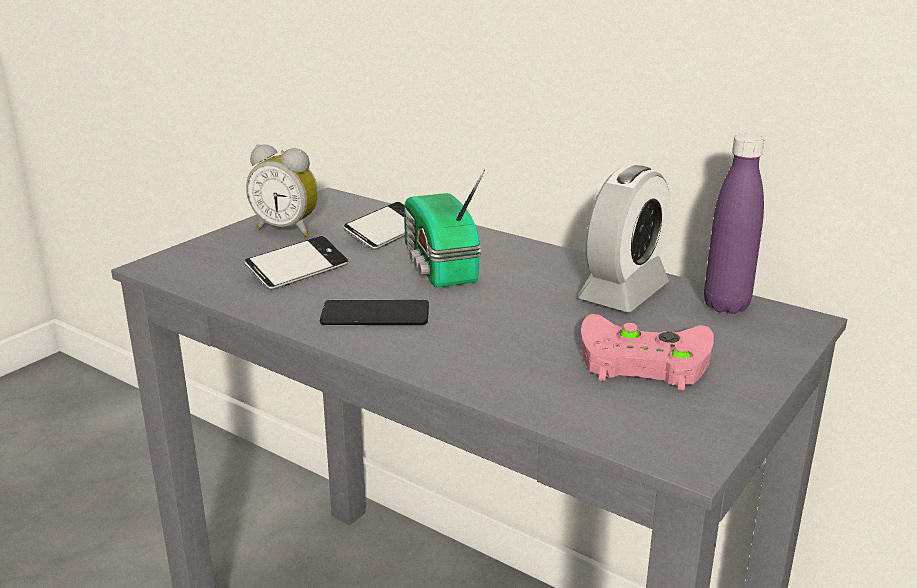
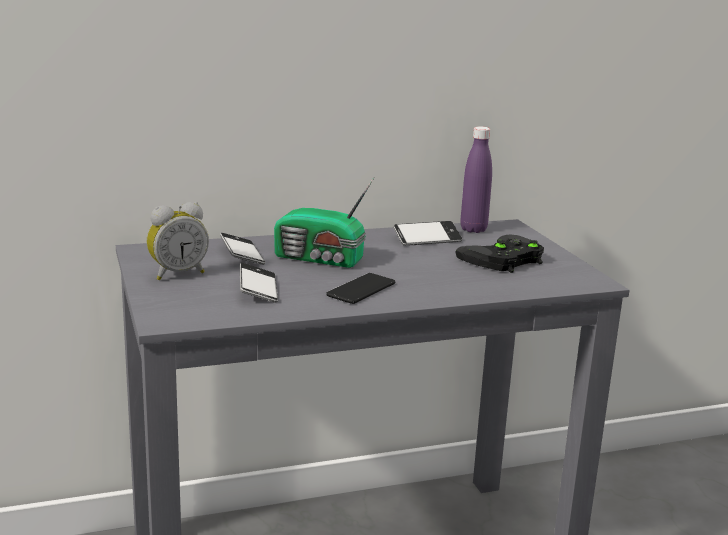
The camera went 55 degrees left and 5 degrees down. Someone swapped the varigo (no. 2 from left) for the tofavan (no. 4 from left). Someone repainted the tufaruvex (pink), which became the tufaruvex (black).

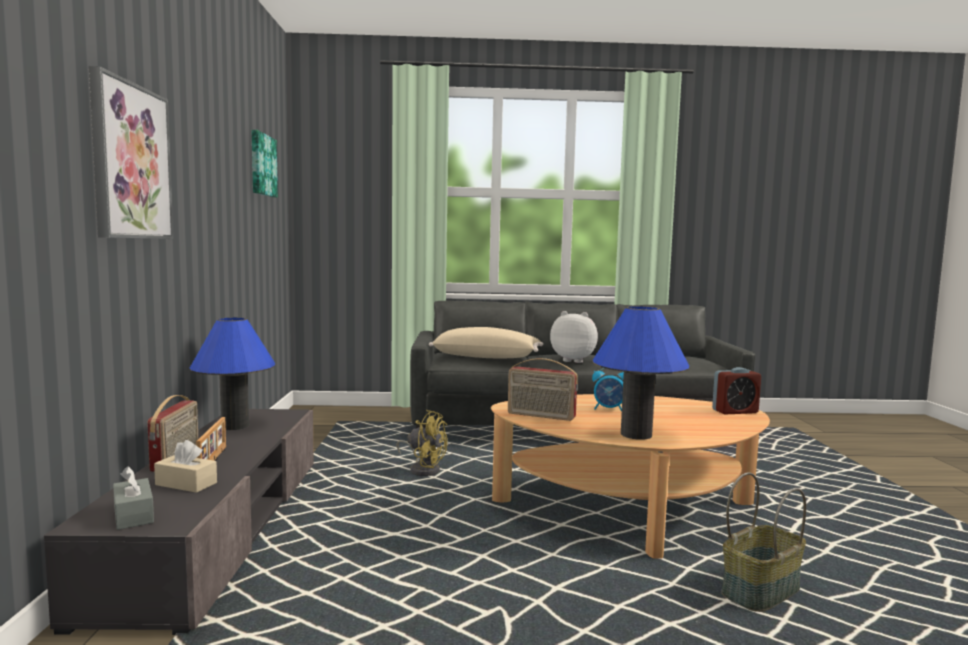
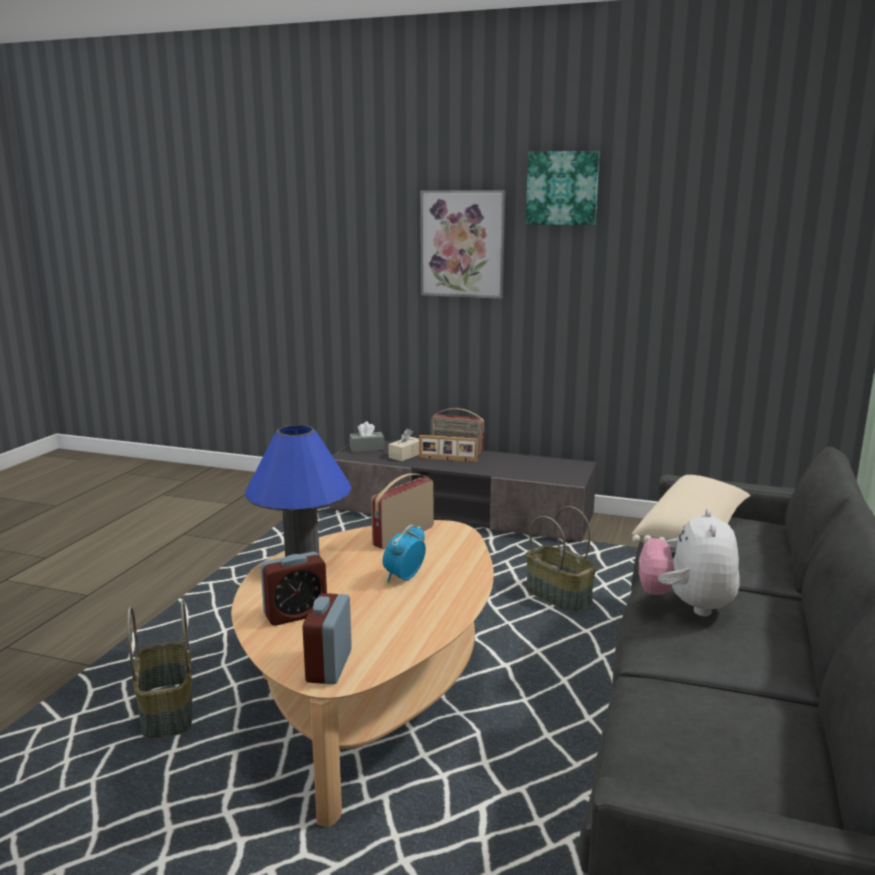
The camera went 110 degrees right and 10 degrees up. Someone carried the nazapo (no. 2 from left). Someone rotated the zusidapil by 150 degrees clockwise. Someone took away the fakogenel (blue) (no. 1 from left). Someone swapped the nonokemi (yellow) for the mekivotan (no. 2 from left). Someone put down the varigo (no. 1 from left).

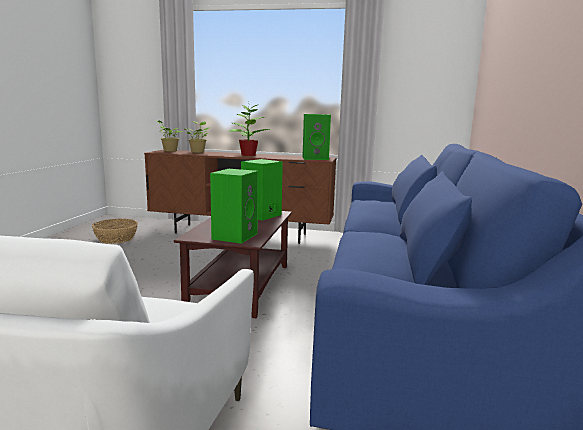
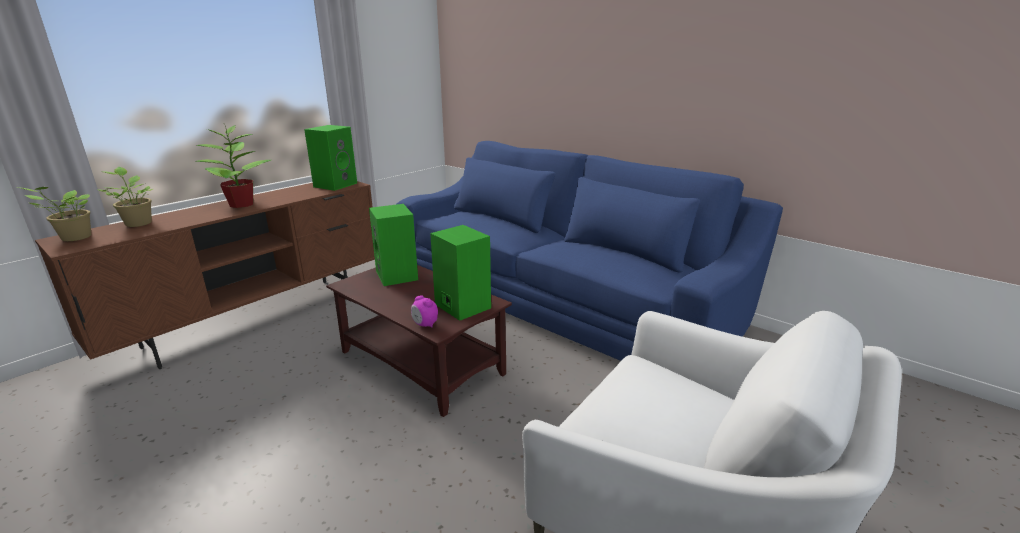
The camera went 60 degrees left and 10 degrees up. Someone took away the mekivotan. Someone put down the varigo.

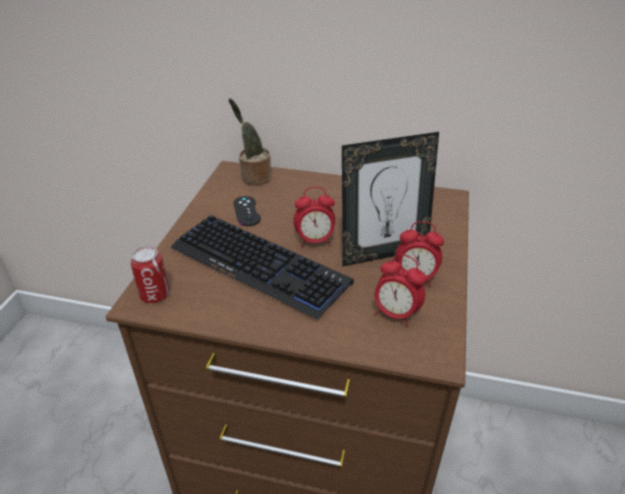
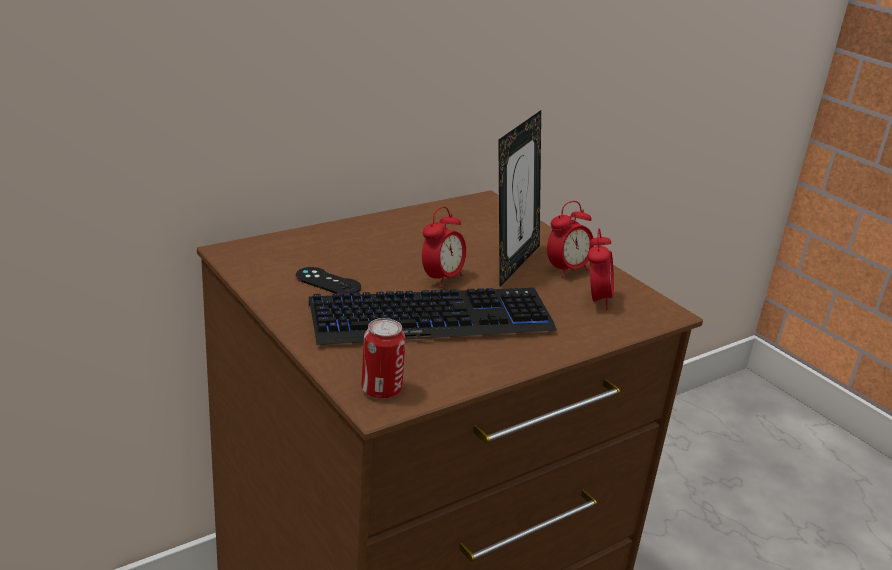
The camera went 50 degrees left and 10 degrees down. Someone took away the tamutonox. Someone rotated the varigo (no. 2 from left in the first image) by 60 degrees counterclockwise.

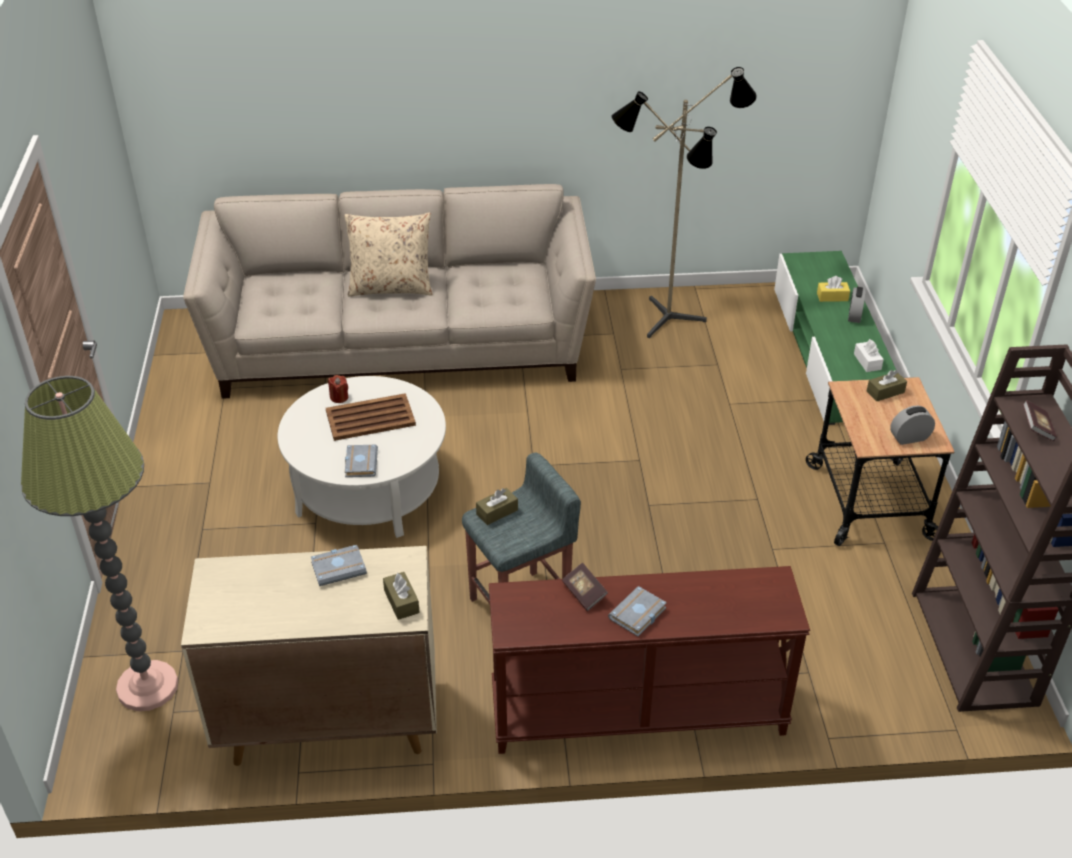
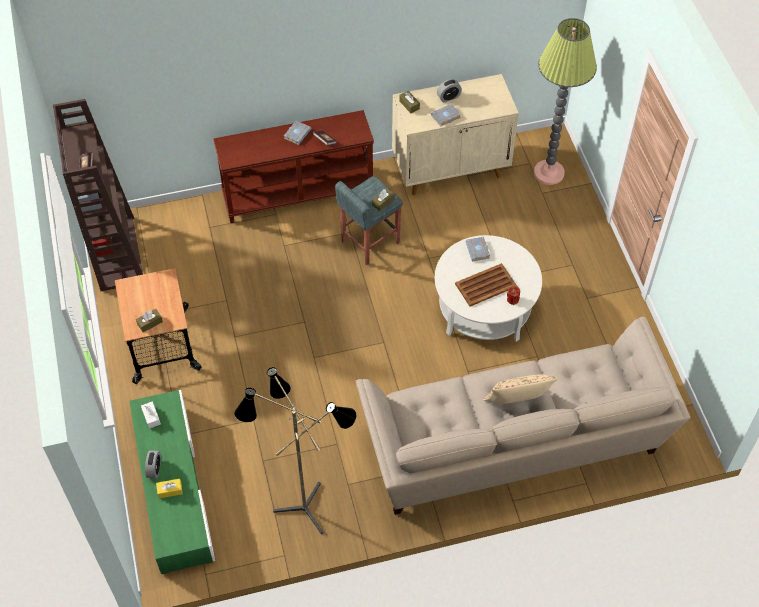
The camera went 170 degrees right and 15 degrees up. Someone carried the varigo (no. 2 from left).

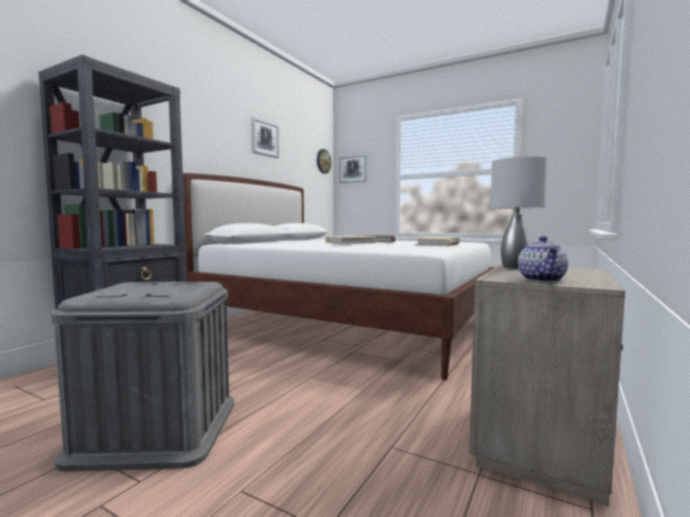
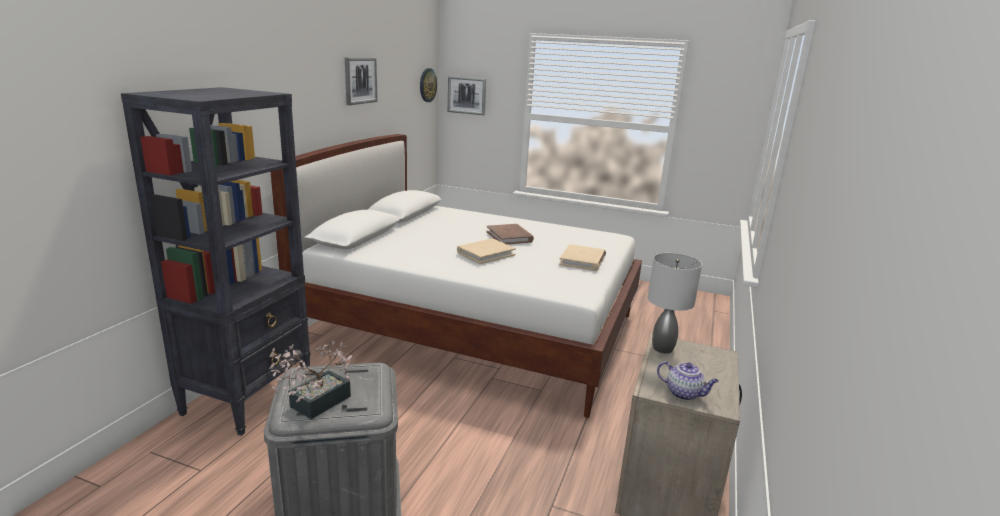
The camera went 10 degrees left and 15 degrees up. Someone rotated the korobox by 60 degrees counterclockwise. Someone put down the tamutonox.

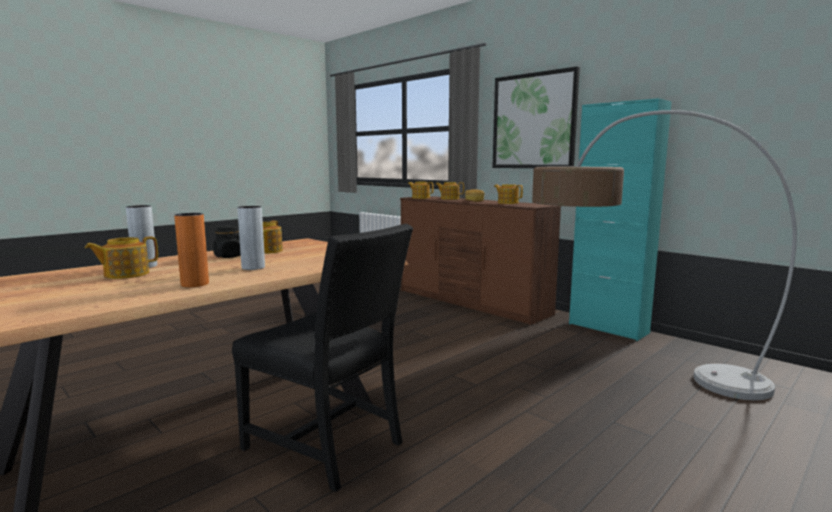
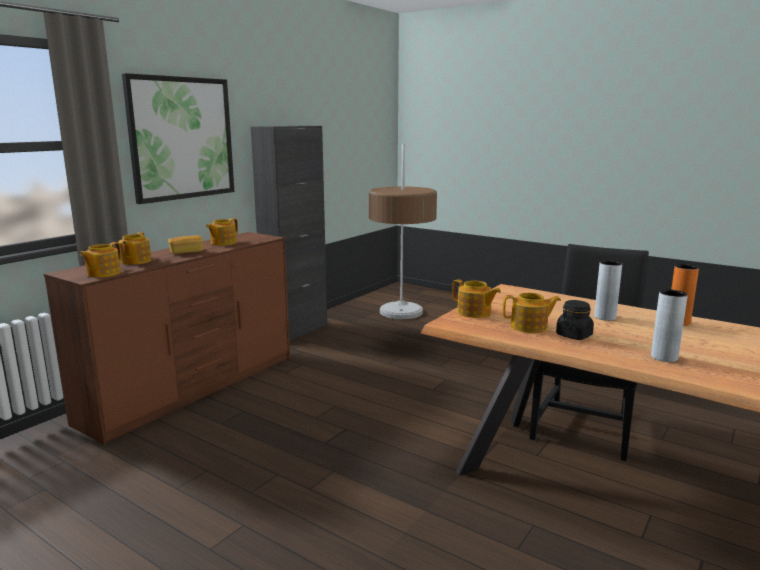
The camera went 100 degrees left and 5 degrees up. Someone repainted the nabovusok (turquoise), which became the nabovusok (black). Someone carried the korobox (no. 1 from left in the first image).

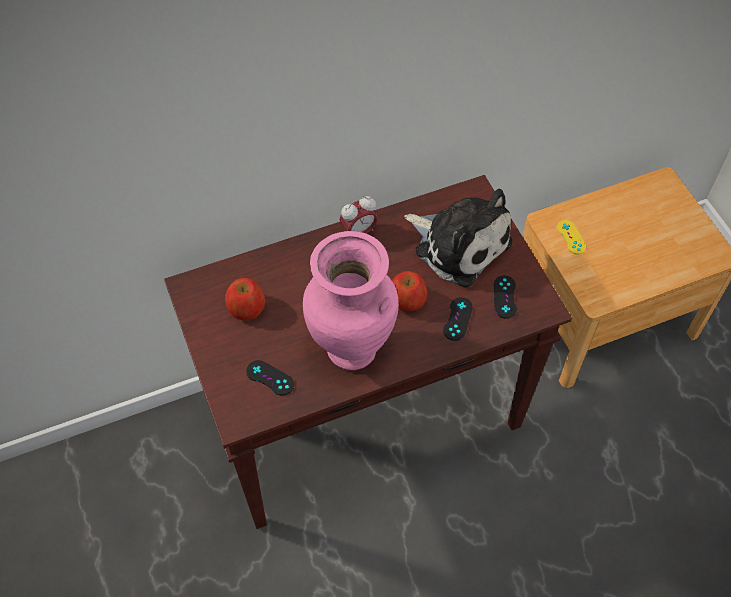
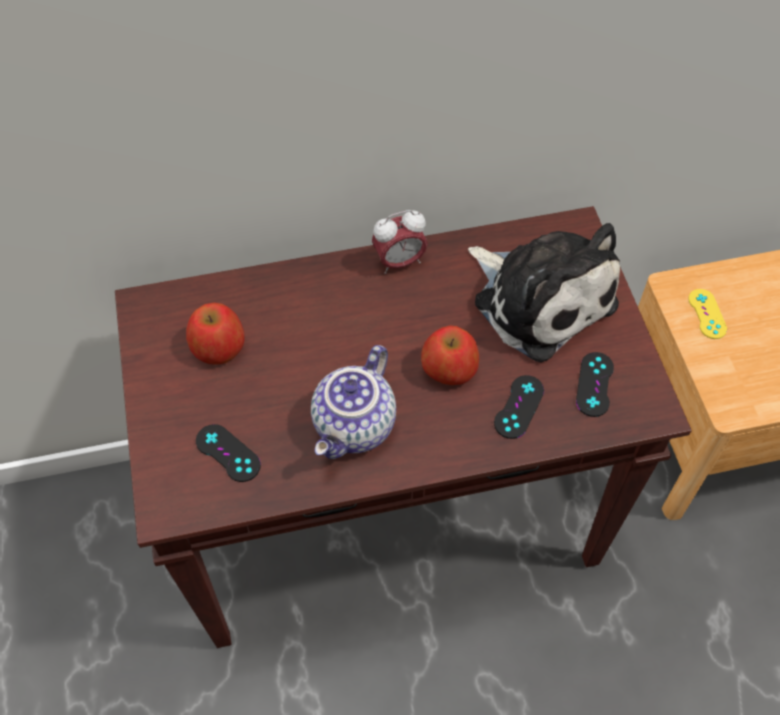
The camera went 10 degrees right and 0 degrees up. Someone swapped the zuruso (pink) for the korobox.

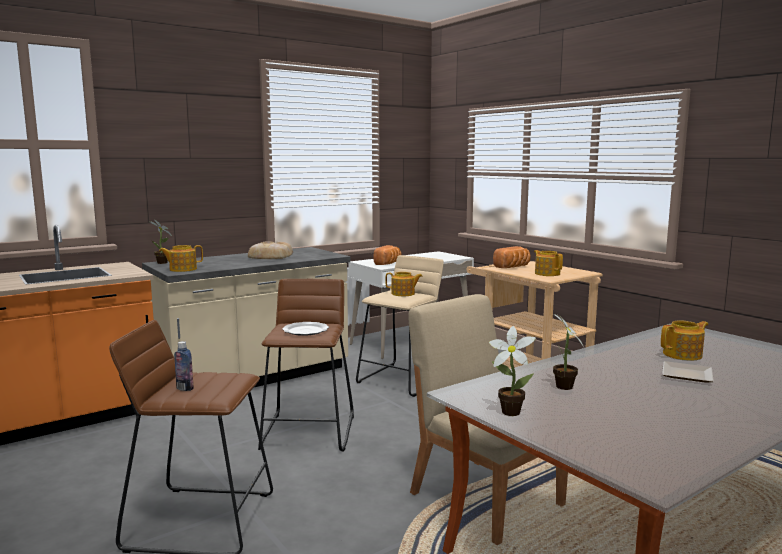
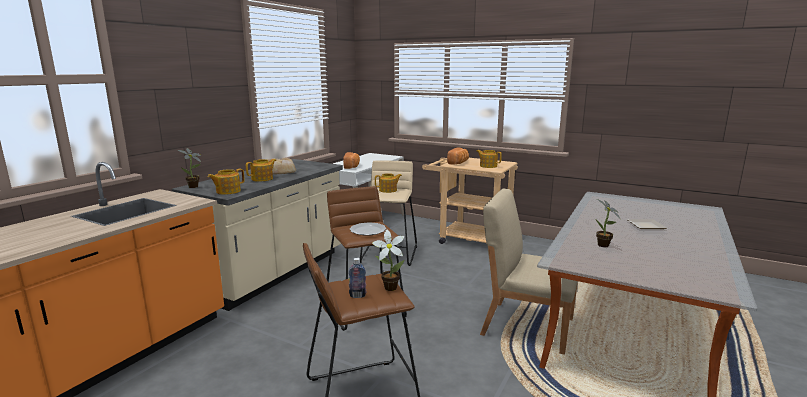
The camera went 25 degrees left and 5 degrees up. Someone carried the korobox (no. 4 from left in the first image). Someone carried the tamutonox (no. 2 from left).

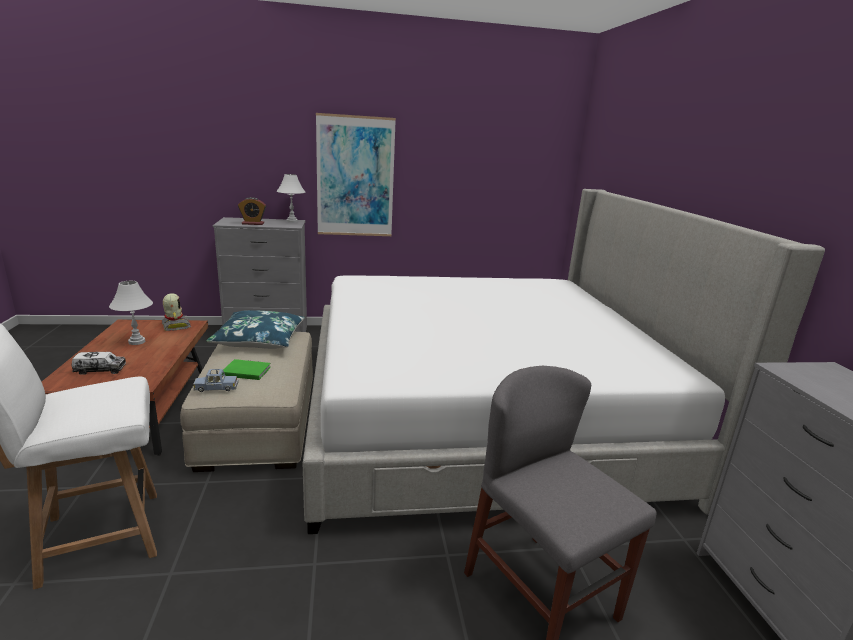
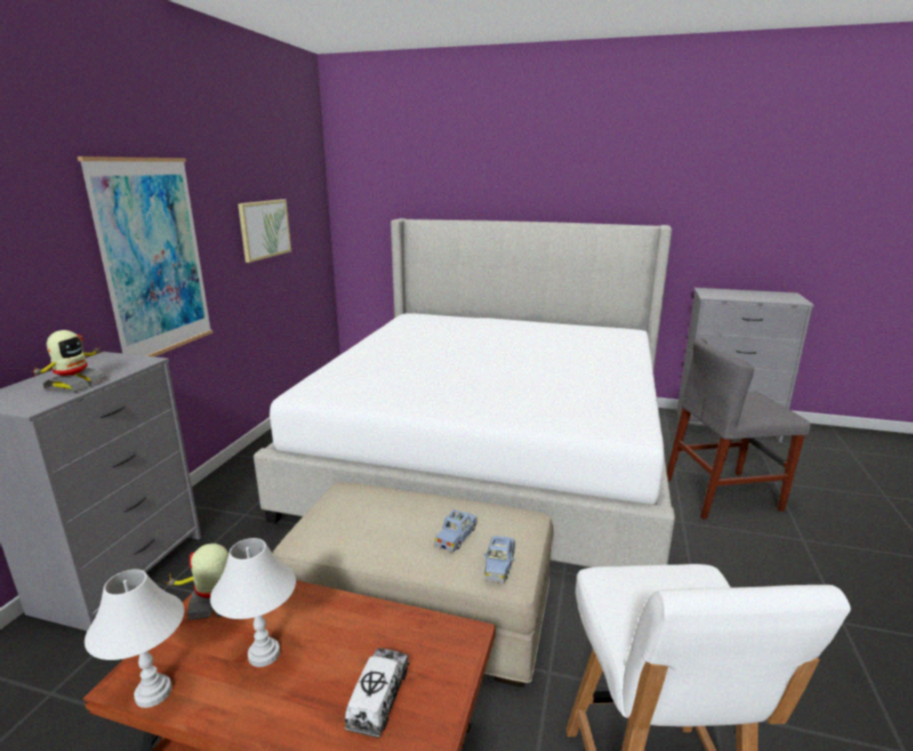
The camera went 65 degrees left and 0 degrees up. Someone carried the fakogenel (white) (no. 2 from left in the first image). Someone swapped the varigo for the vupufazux (no. 1 from left). Someone took away the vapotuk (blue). Someone swapped the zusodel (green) for the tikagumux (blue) (no. 1 from left). Someone put up the nazapo (no. 2 from left).

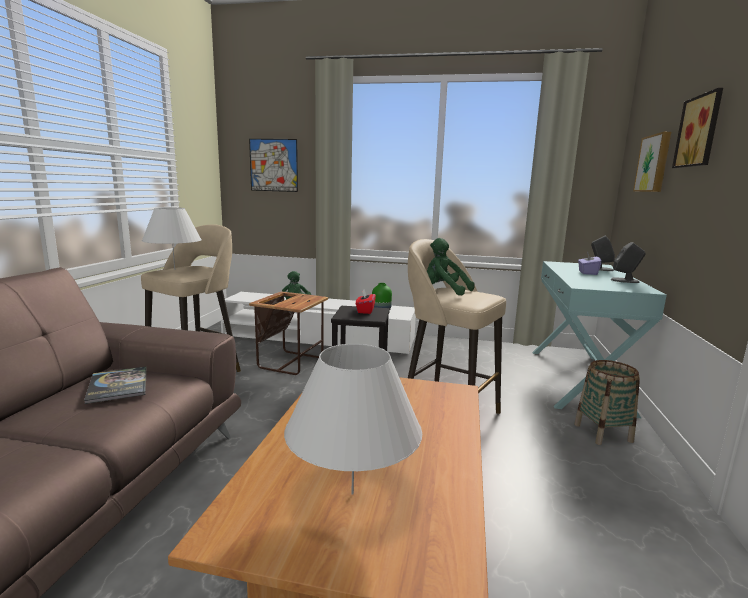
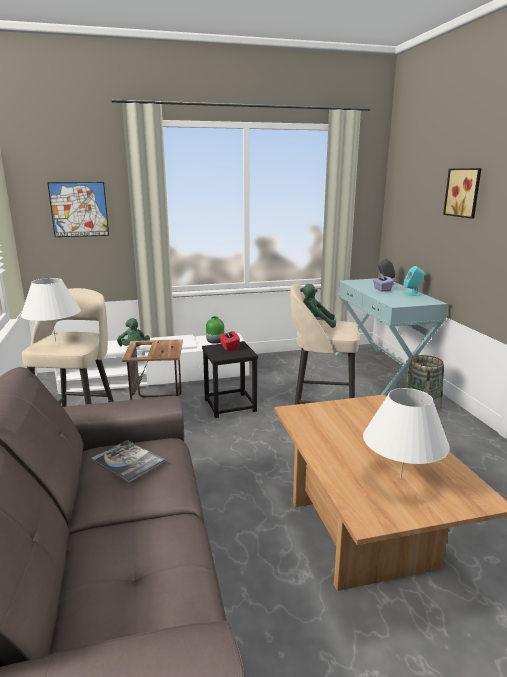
The camera went 25 degrees left and 5 degrees up. Someone took away the nazapo (no. 2 from left). Someone repainted the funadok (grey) (no. 2 from left), which became the funadok (turquoise).

